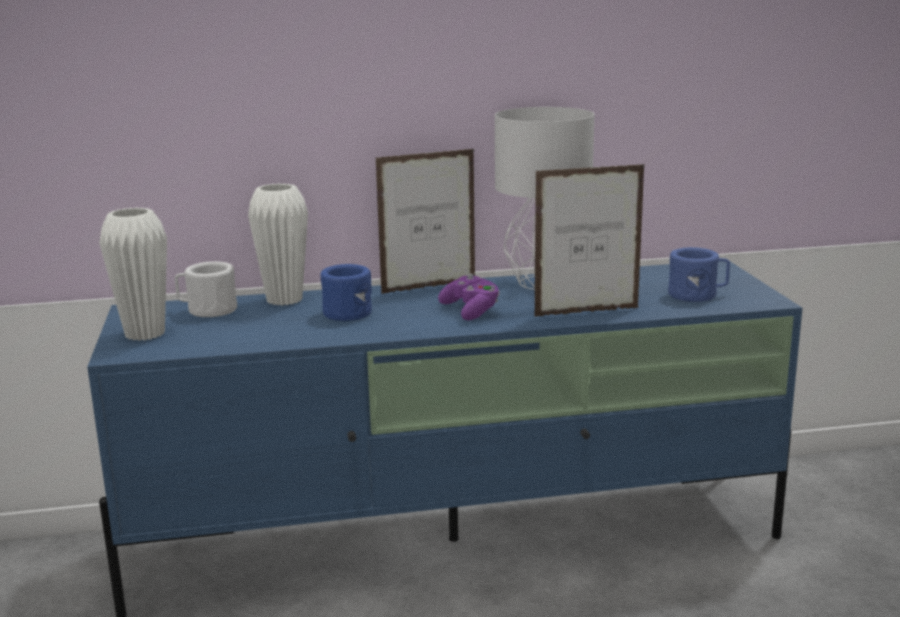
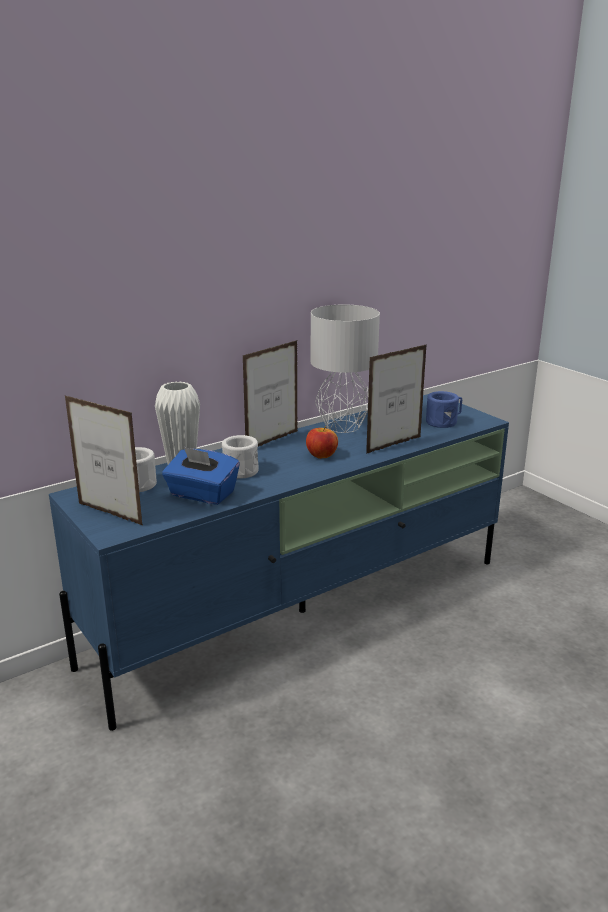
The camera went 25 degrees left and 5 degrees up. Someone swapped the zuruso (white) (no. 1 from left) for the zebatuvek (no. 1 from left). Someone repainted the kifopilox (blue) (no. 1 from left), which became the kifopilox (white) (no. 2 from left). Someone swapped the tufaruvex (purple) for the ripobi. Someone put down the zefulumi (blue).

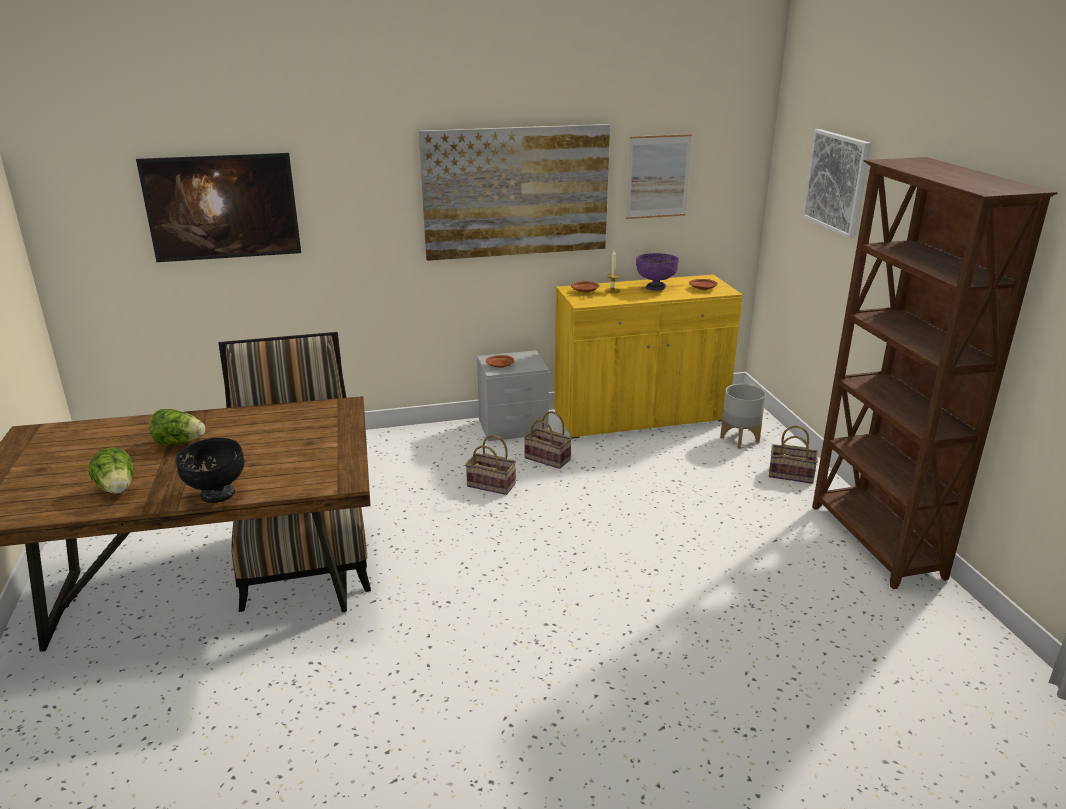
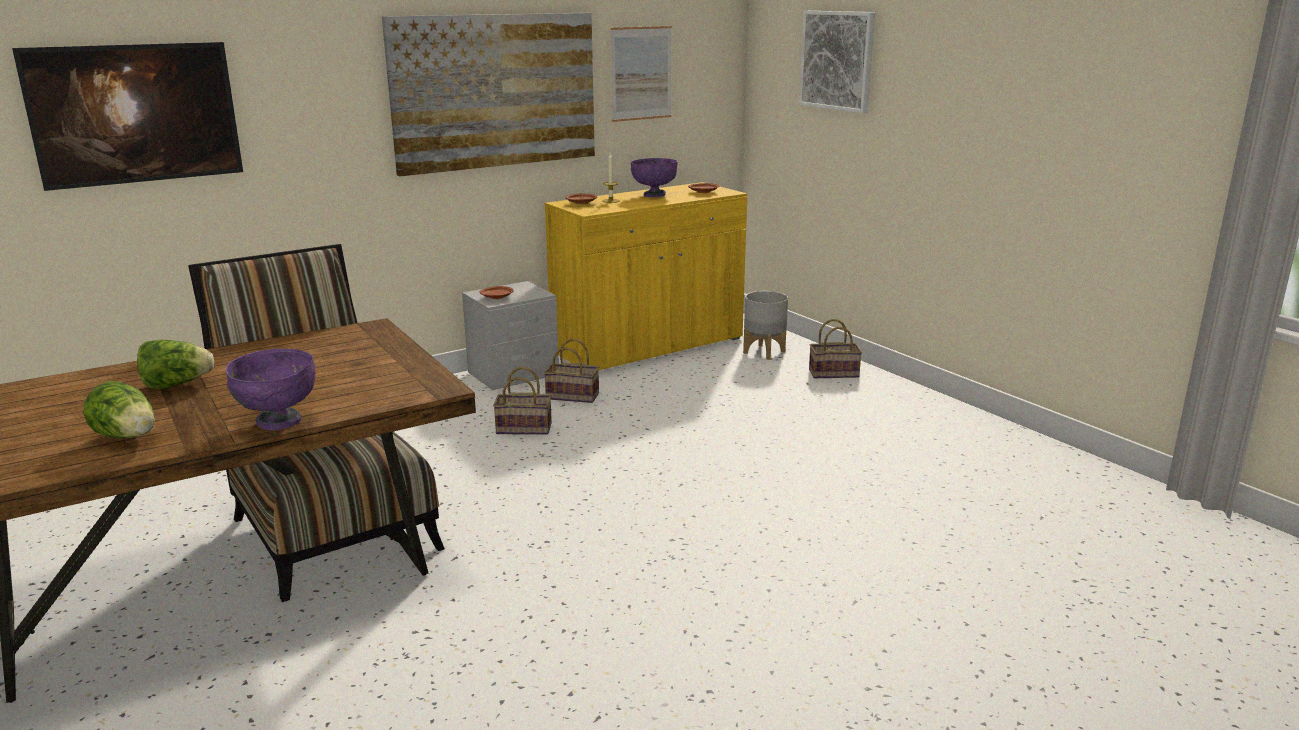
The camera went 20 degrees left and 5 degrees down. Someone took away the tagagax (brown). Someone repainted the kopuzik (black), which became the kopuzik (purple) (no. 1 from left).

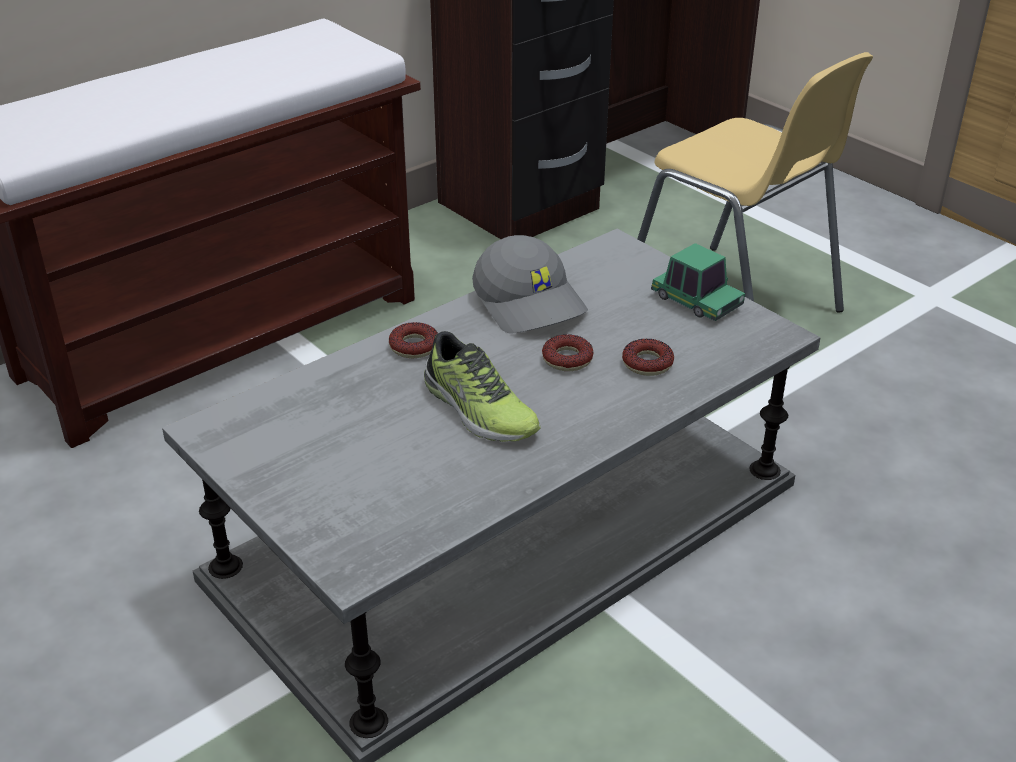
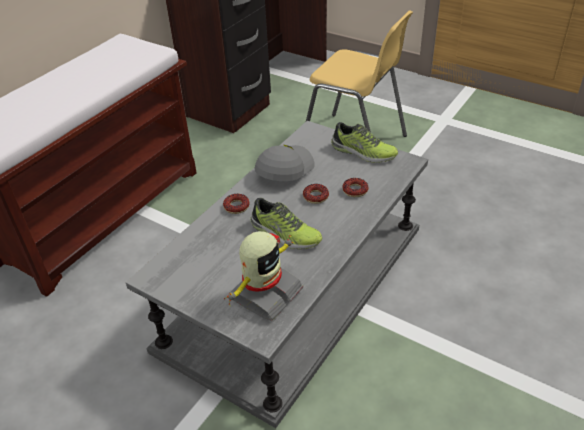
The camera went 15 degrees left and 5 degrees up. Someone rotated the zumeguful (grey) by 105 degrees counterclockwise. Someone swapped the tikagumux for the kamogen (no. 2 from left). Someone put down the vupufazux.

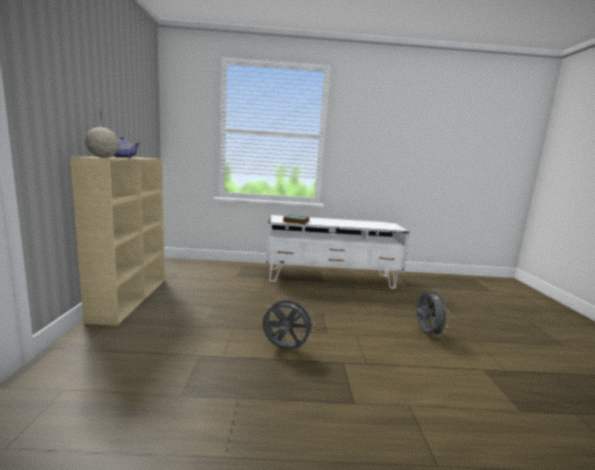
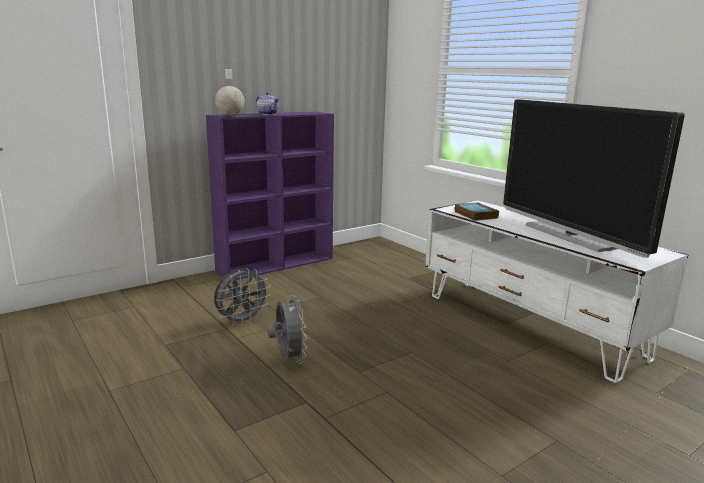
The camera went 55 degrees right and 5 degrees up. Someone repainted the tagagax (beige), which became the tagagax (purple). Someone carried the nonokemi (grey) (no. 2 from left in the first image). Someone put down the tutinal.

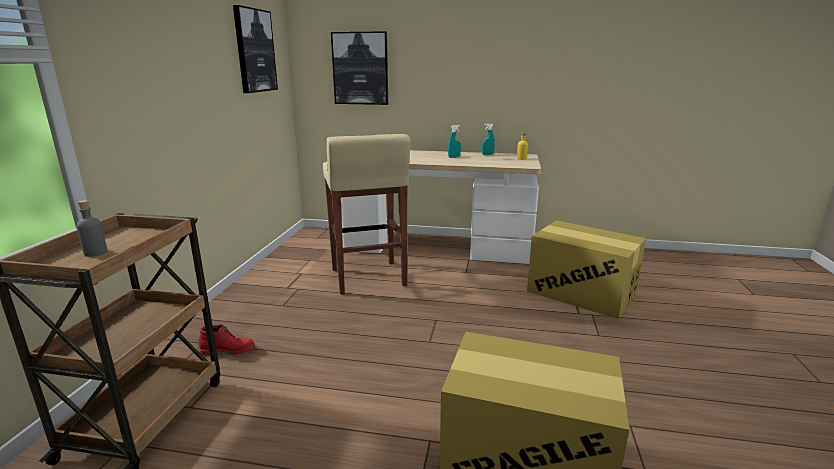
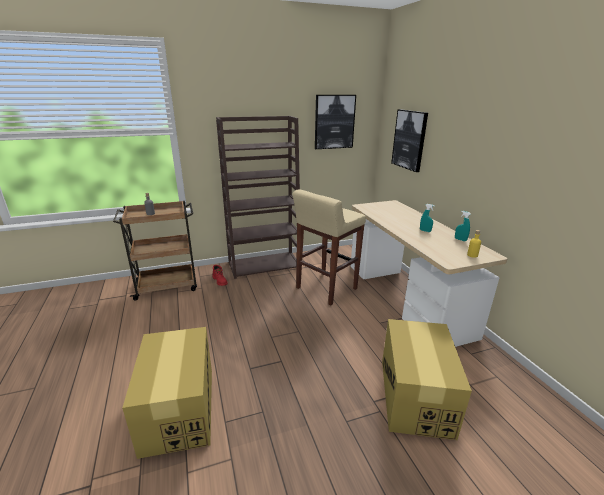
The camera went 60 degrees right and 5 degrees up. Someone put down the tagagax (brown).

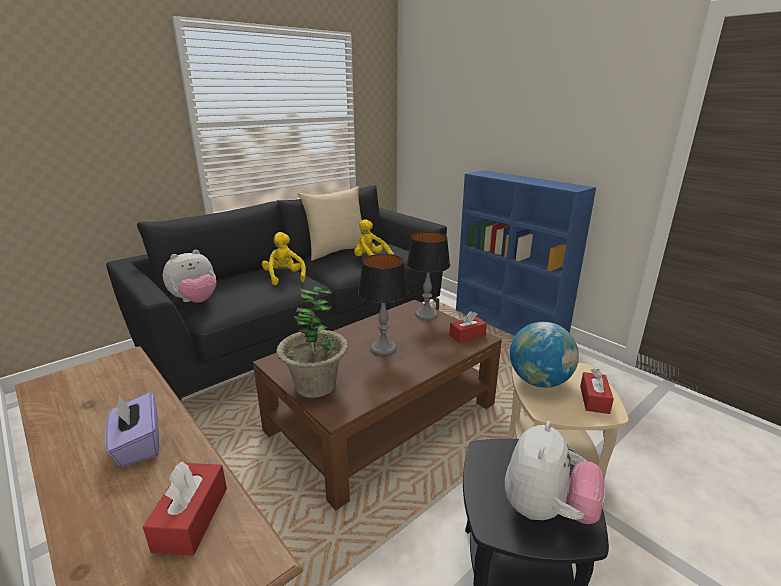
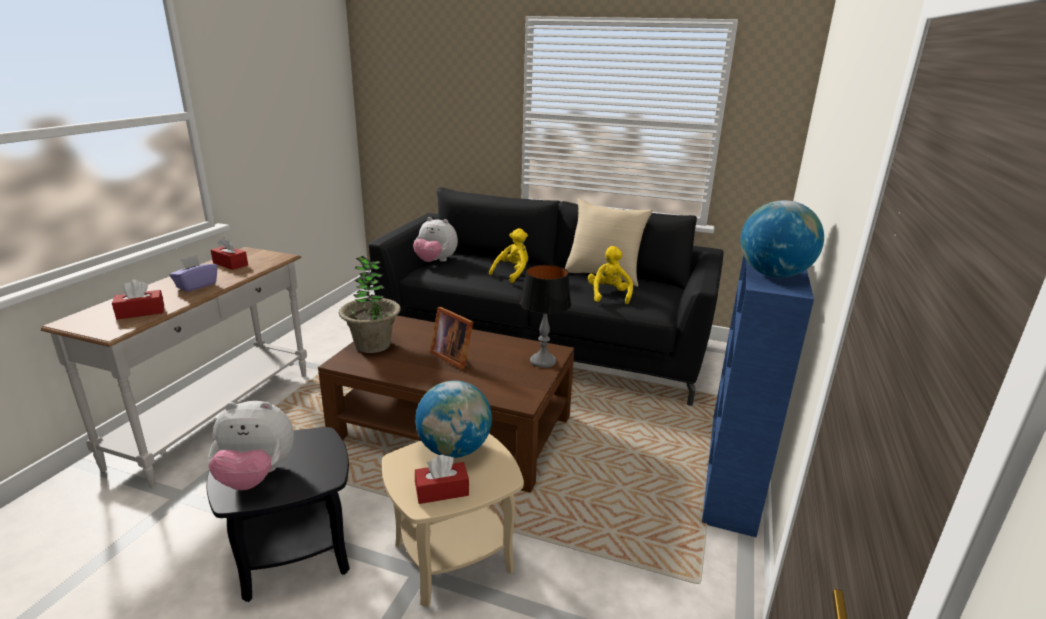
The camera went 60 degrees right and 0 degrees up. Someone swapped the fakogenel (no. 1 from left) for the zebatuvek. Someone carried the zefulumi (red) (no. 2 from left). Someone put down the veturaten (no. 2 from left).

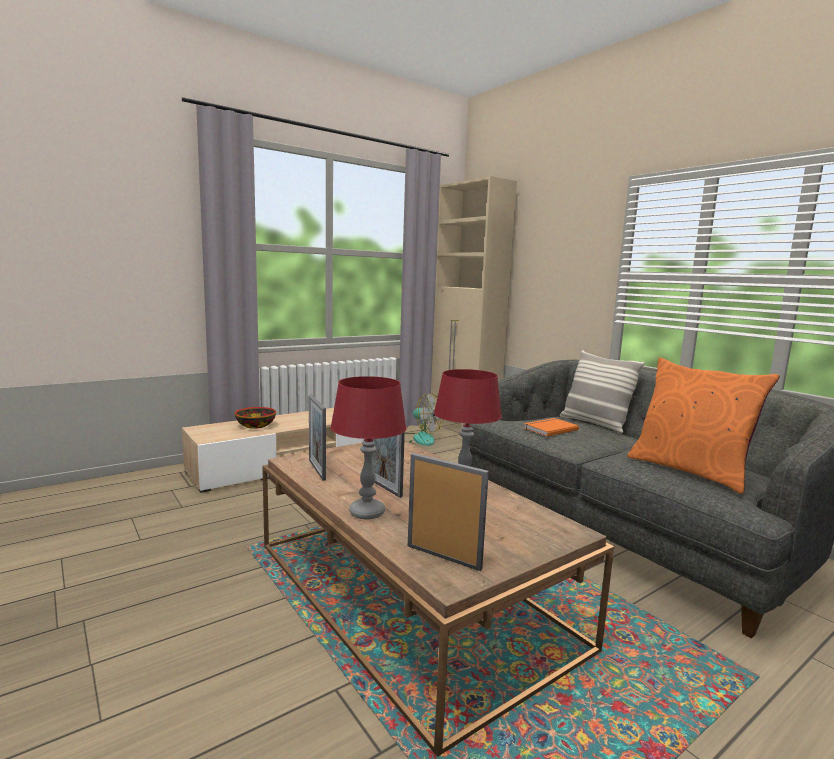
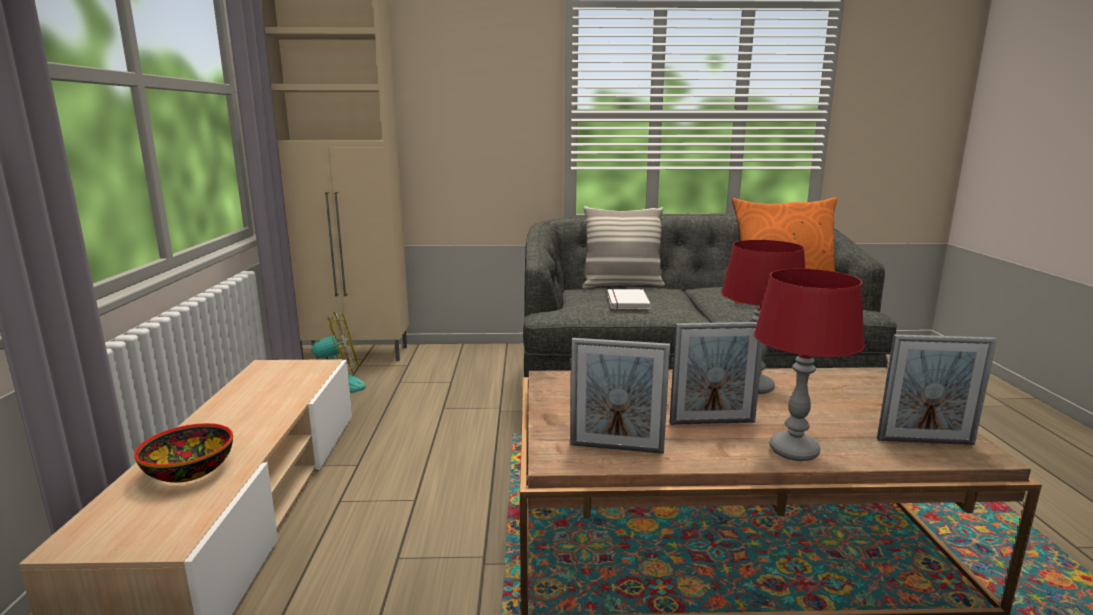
The camera went 55 degrees left and 5 degrees up. Someone repainted the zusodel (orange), which became the zusodel (white). Someone rotated the zebatuvek (no. 3 from left) by 150 degrees counterclockwise.

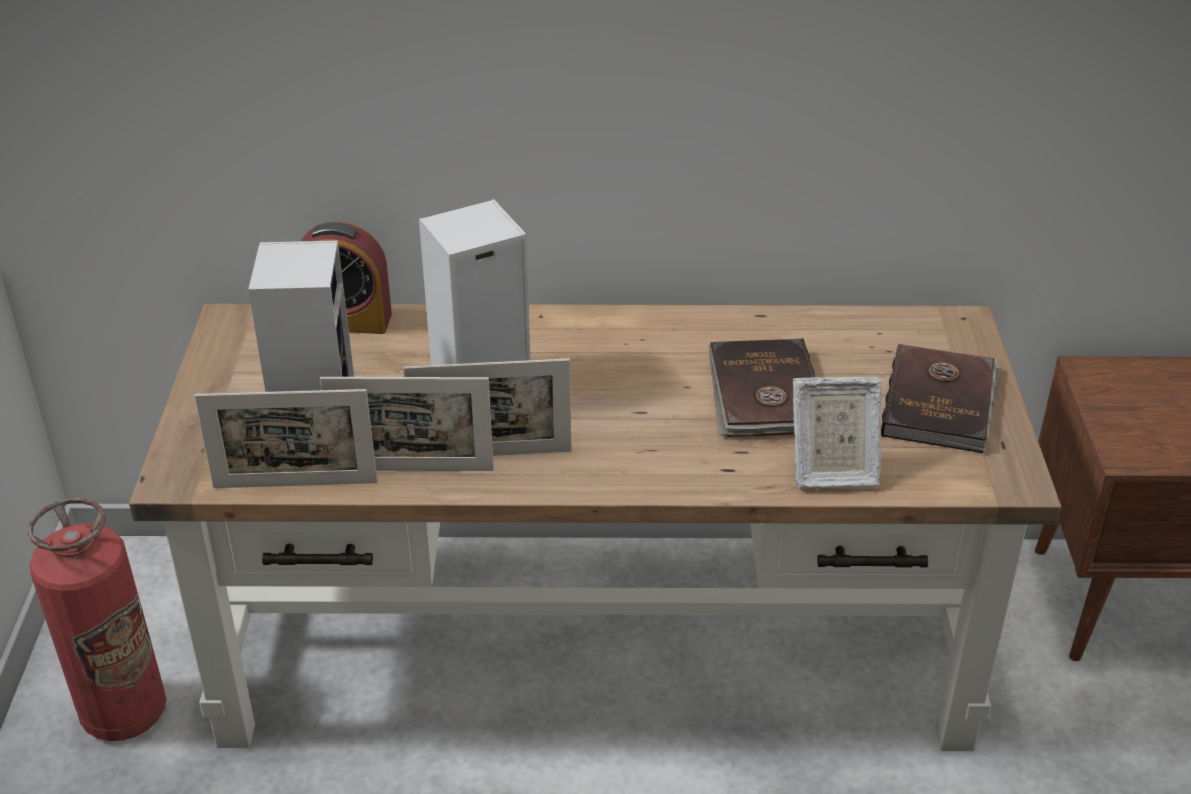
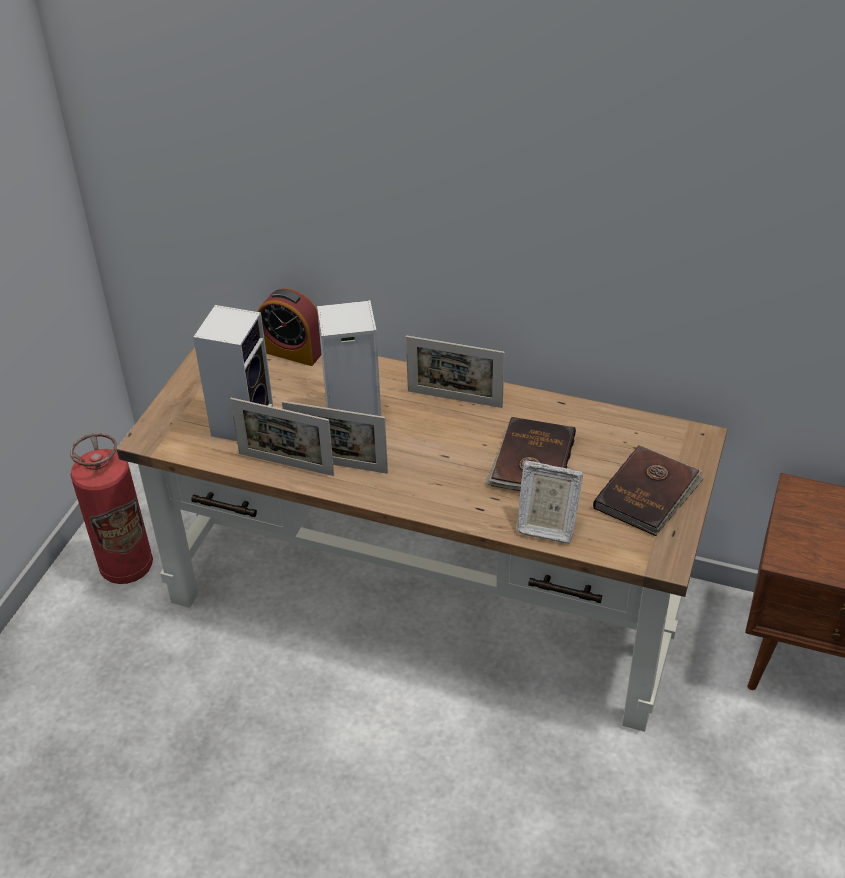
The camera went 20 degrees right and 5 degrees up. Someone carried the zebatuvek (no. 1 from left in the first image).

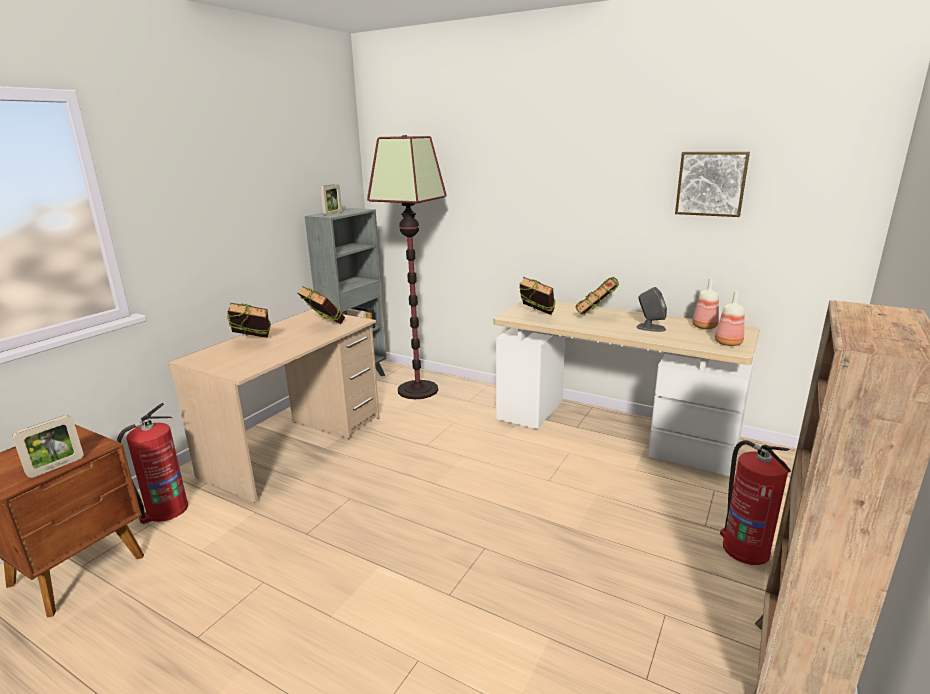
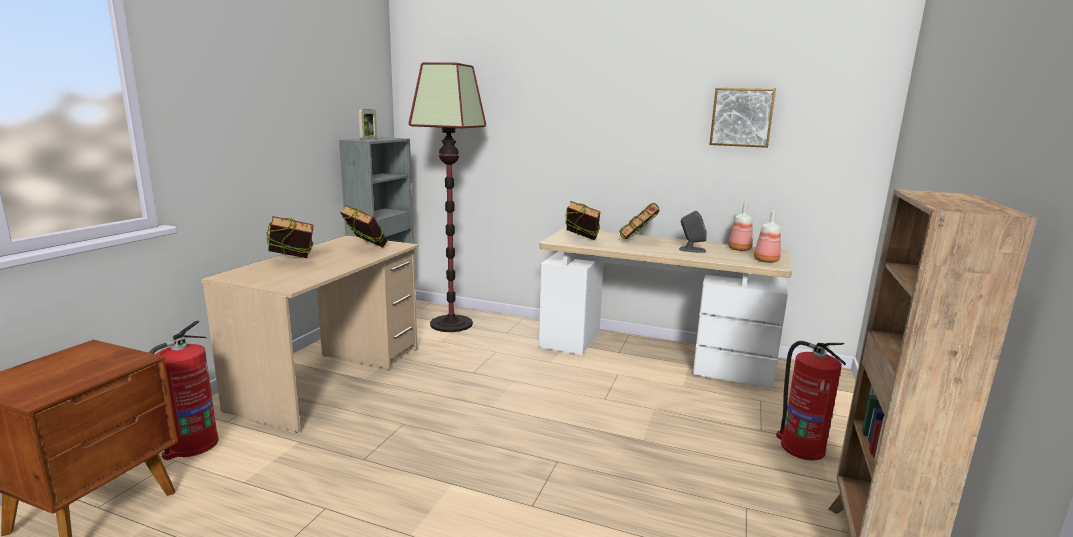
The camera went 10 degrees left and 5 degrees down. Someone took away the zebatuvek (no. 1 from left).

